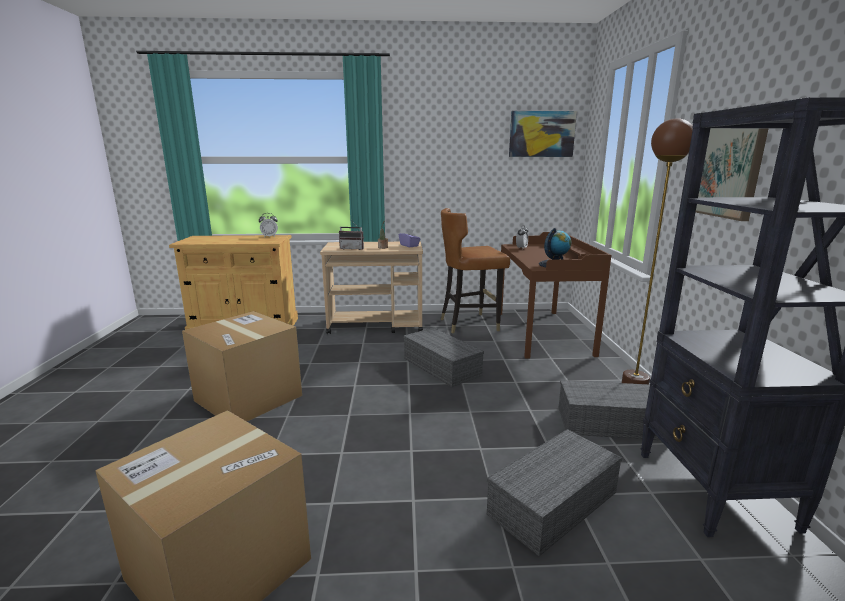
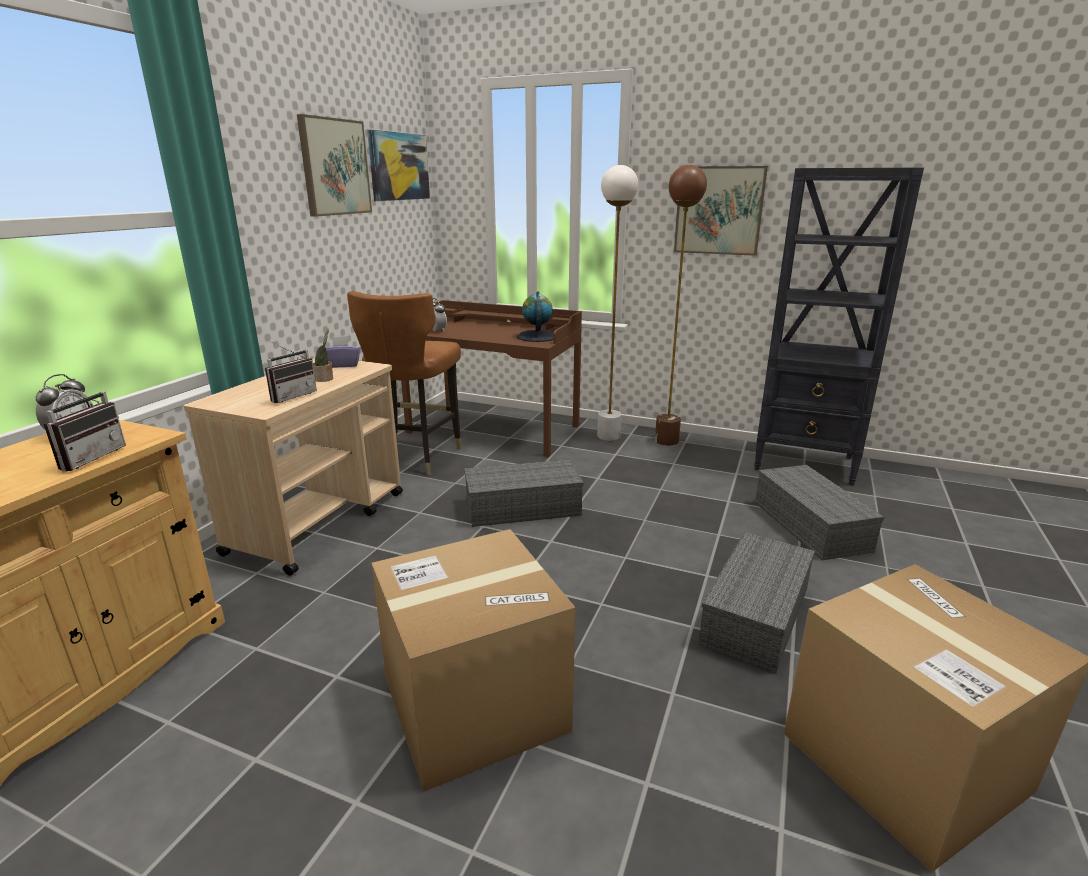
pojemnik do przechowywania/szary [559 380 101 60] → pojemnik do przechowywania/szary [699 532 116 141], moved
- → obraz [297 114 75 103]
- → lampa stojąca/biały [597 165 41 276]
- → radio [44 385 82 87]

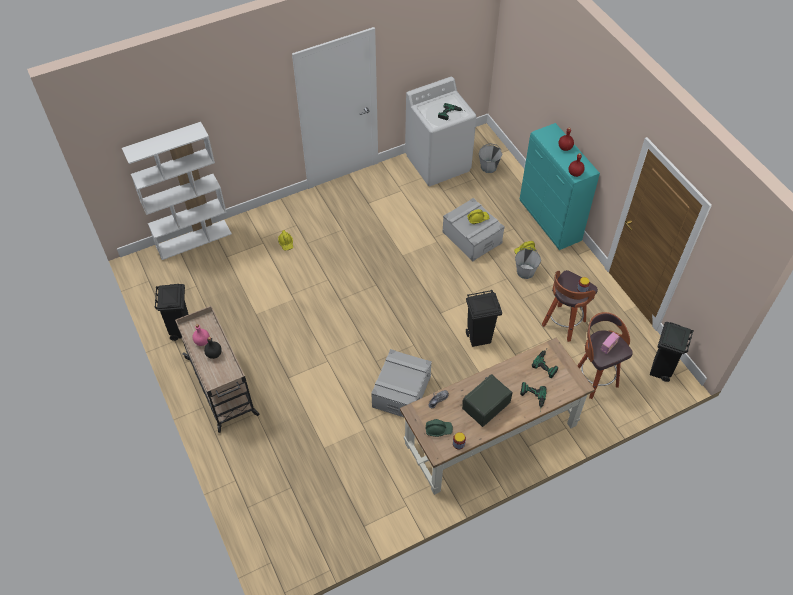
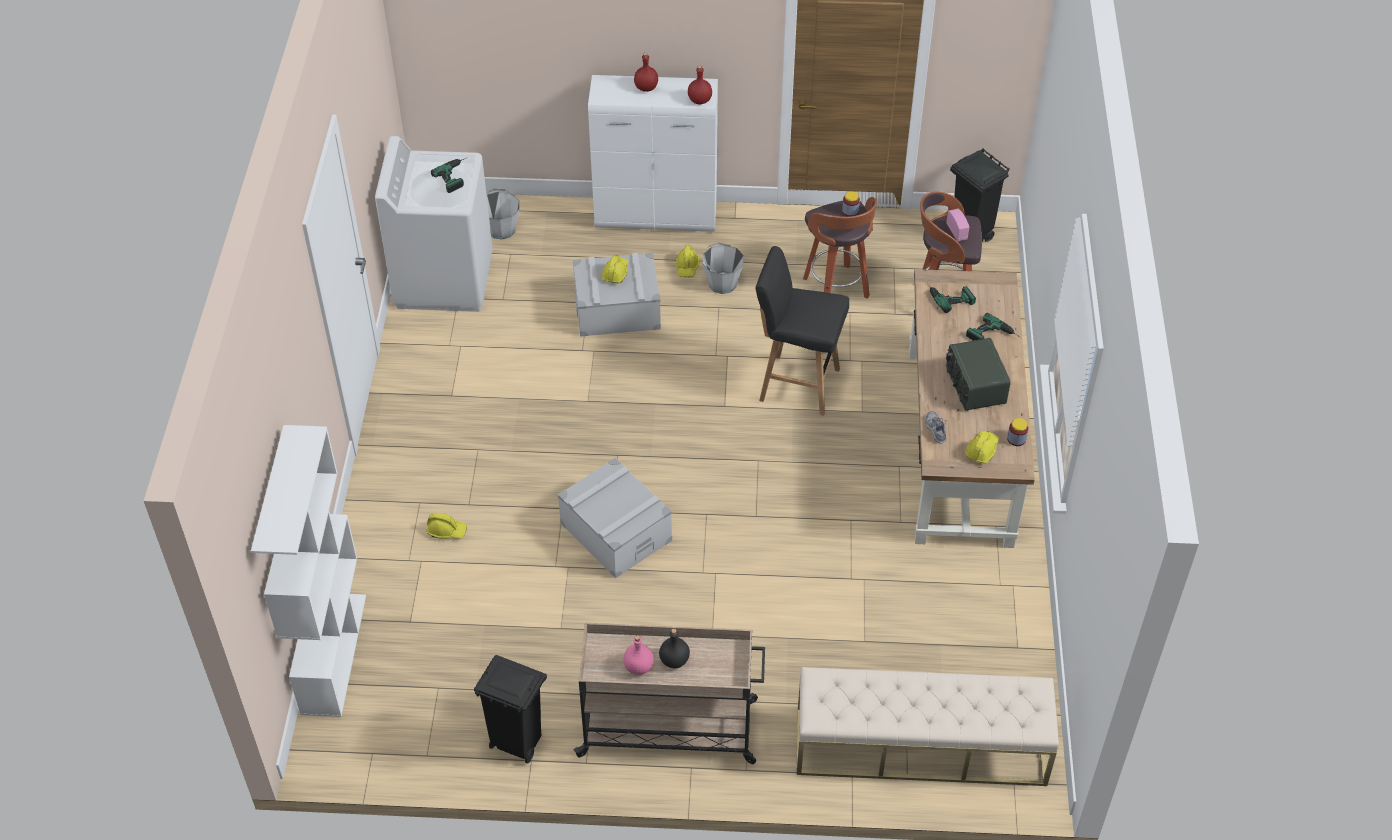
szafka/turkusowy [520 123 80 127] → szafka/biały [588 75 130 157]
kosz na śmieci/czarny [466 290 36 57] → stołek/czarny [756 246 93 170]
pojemnik do przechowywania/szary [371 349 61 68] → pojemnik do przechowywania/szary [558 458 114 120], moved
kask/zielony [426 419 27 18] → kask/żółty [966 431 33 32]
- → ławka/beżowy [797 667 262 119]

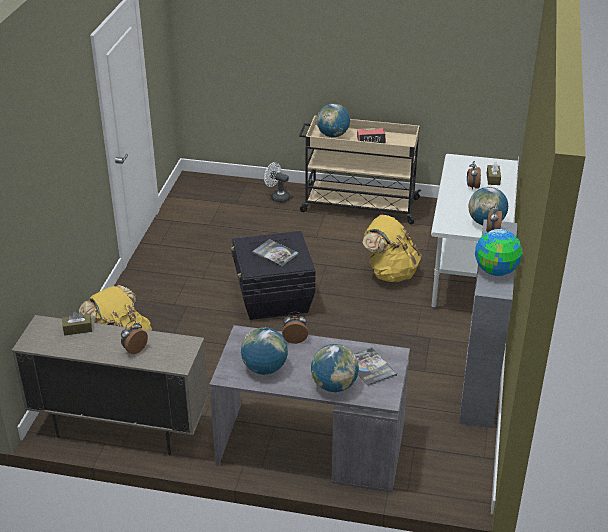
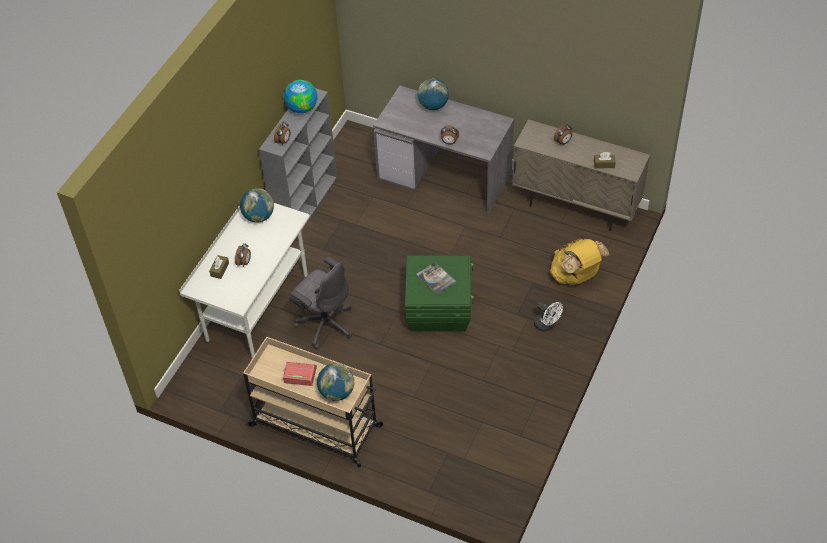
wentylator/biały [264 162 27 41] → wentylator/biały [534 301 29 31], moved
plecak/żółty [363 215 58 67] → krzesło biurowe/szary [289 257 63 92]
pojemnik do przechowywania/czarny [231 231 85 89] → pojemnik do przechowywania/zielony [405 256 69 76]
globus [241 327 47 47] → -
książka [355 347 42 39] → -

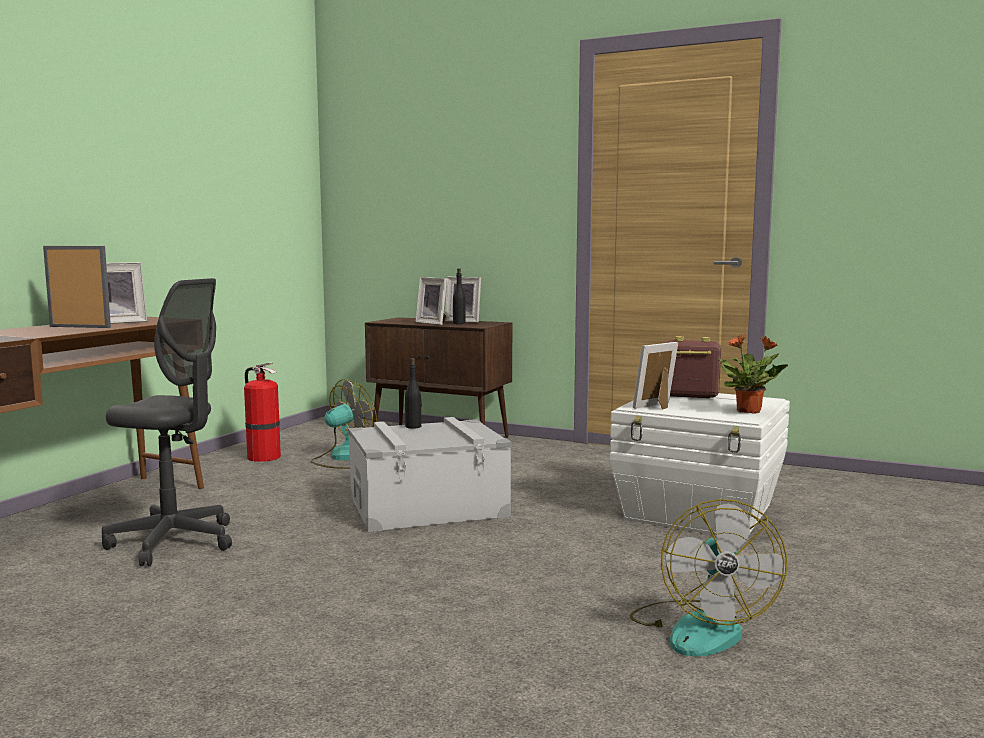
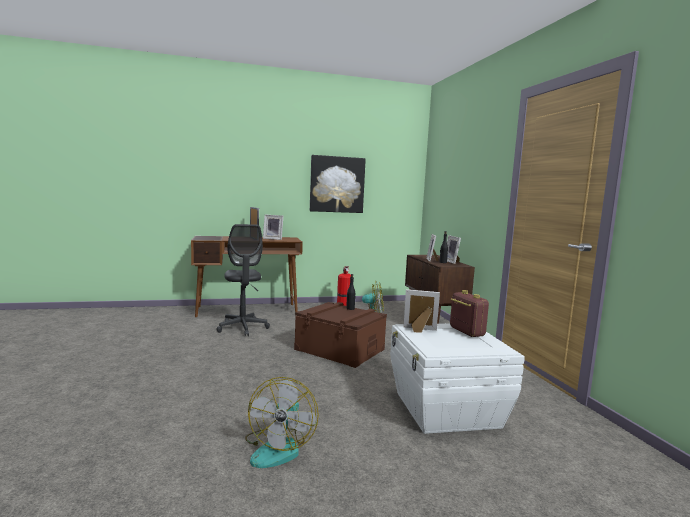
roślina doniczkowa [717 334 71 80] → -
pojemnik do przechowywania/szary [348 417 164 115] → pojemnik do przechowywania/brązowy [294 302 93 66]
wentylator [630 499 157 158] → wentylator [245 377 74 91], 45 degrees counterclockwise
- → obraz [310 155 56 58]

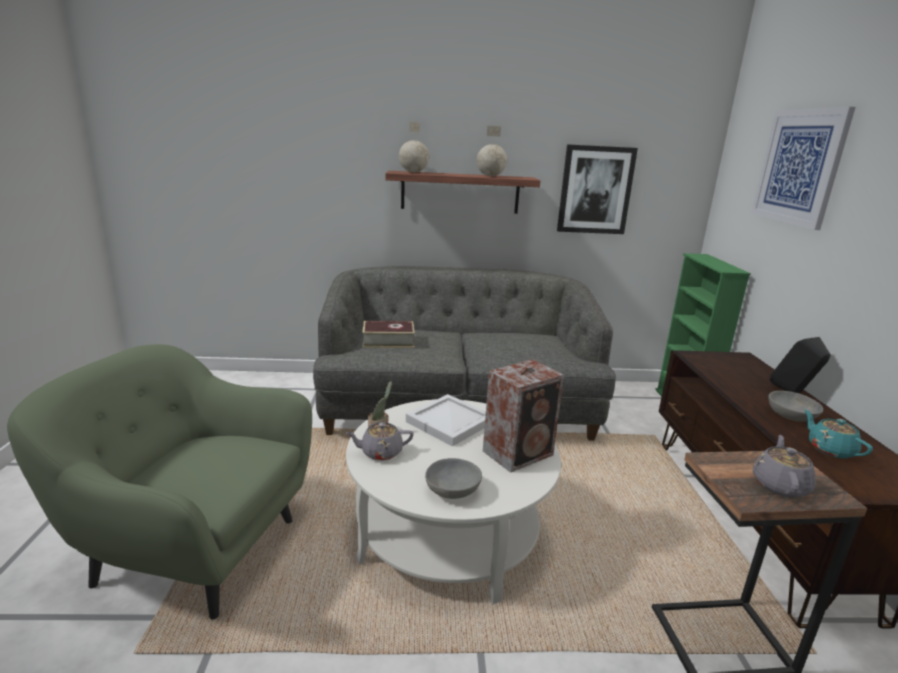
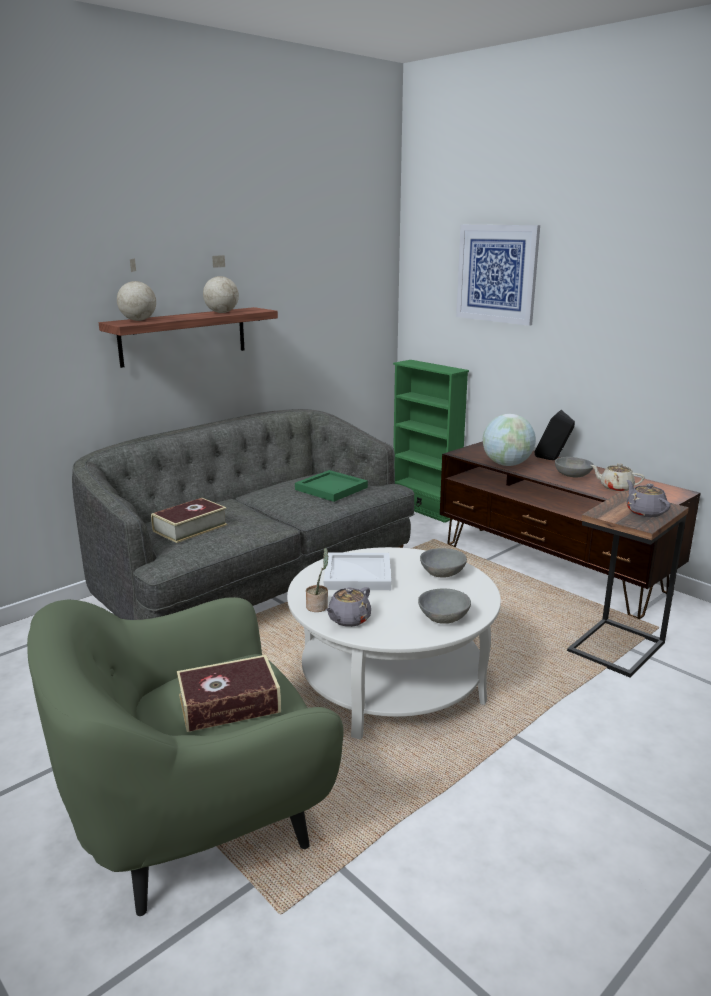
obraz [557 144 81 90] → -
głośnik [483 359 81 114] → miska/szary [420 548 47 30]
imbryk/turkusowy [804 409 69 50] → imbryk/beżowy [591 463 54 29]
- → globus [483 414 53 52]
- → taca/zielony [295 470 73 32]
- → książka [177 655 104 77]

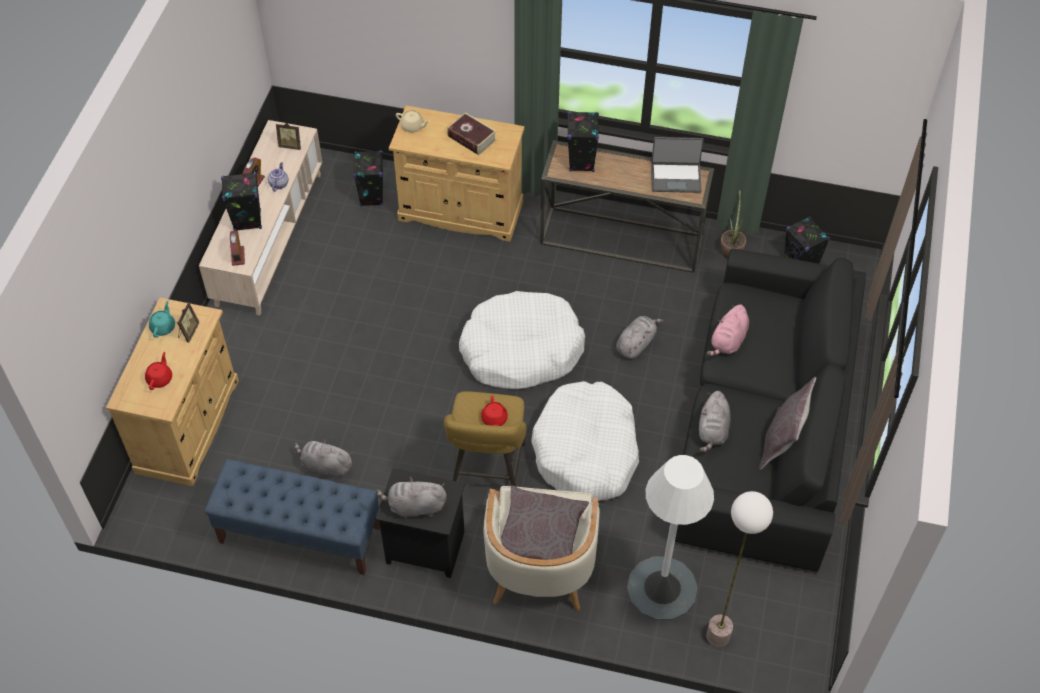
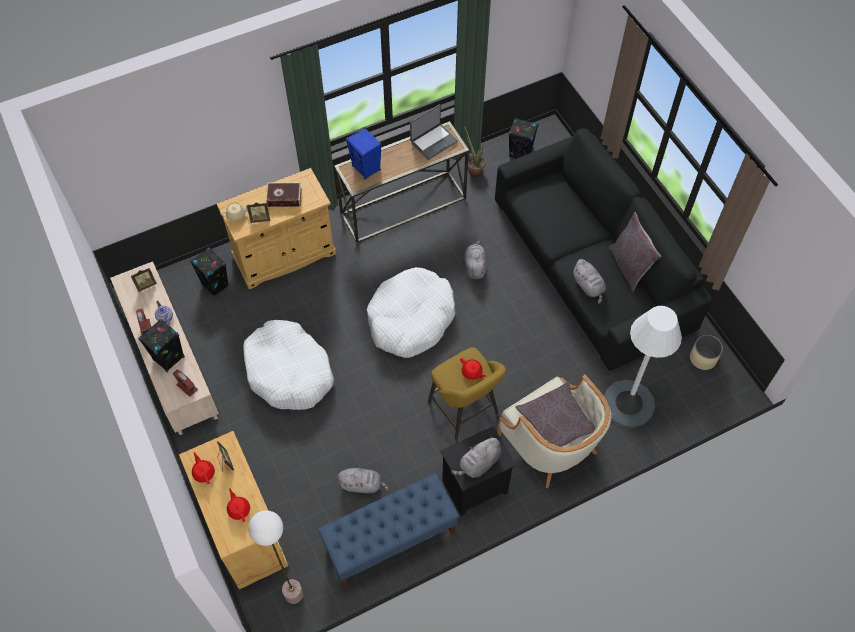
głośnik/czarny [567 111 32 61] → głośnik/niebieski [346 127 36 53]
imbryk/turkusowy [149 301 26 37] → imbryk/czerwony [192 452 23 32]
pluszak/różowy [707 305 42 51] → -
legowisko/biały [531 381 108 120] → legowisko/biały [243 320 91 90], moved
pluszak/szary [294 439 59 40] → pluszak/szary [338 468 51 25], 150 degrees counterclockwise
lampa stojąca [706 491 67 156] → lampa stojąca [248 510 55 94], moved
- → ramka na zdjęcie [247 202 23 21]
- → donica/beżowy [690 335 33 35]

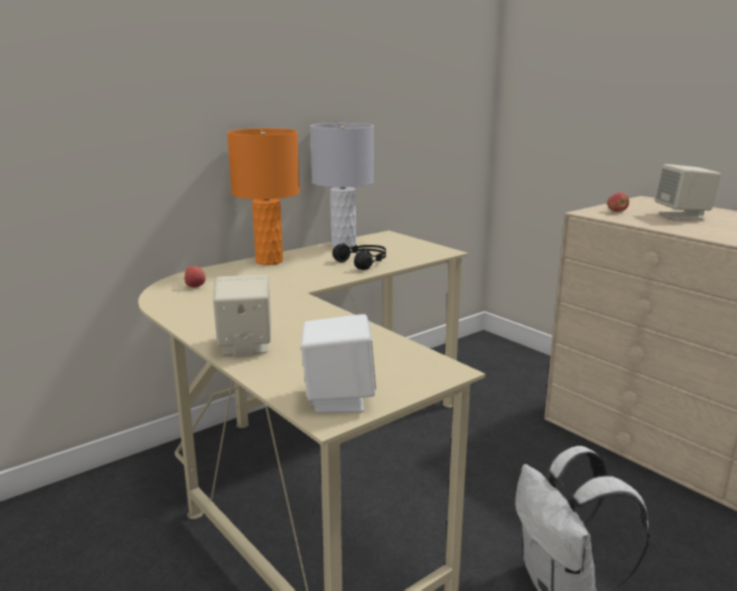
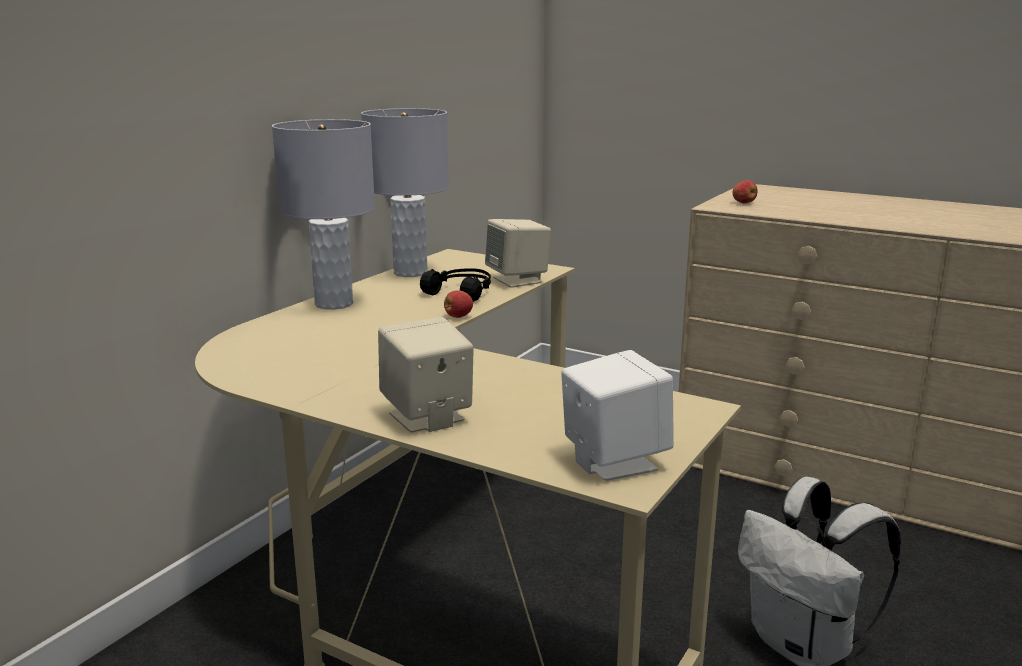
lampa stołowa/pomarańczowy [227 128 73 137] → lampa stołowa/szary [272 119 103 191]
głośnik/beżowy [655 164 66 56] → głośnik/beżowy [485 219 66 69], moved
jabłko [183 266 23 21] → jabłko [444 290 29 28], moved

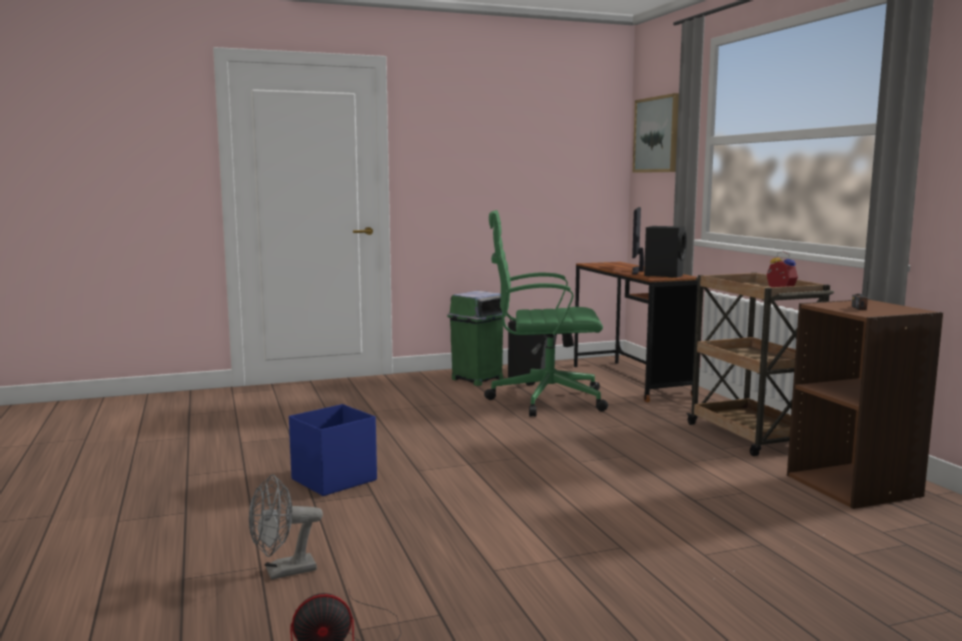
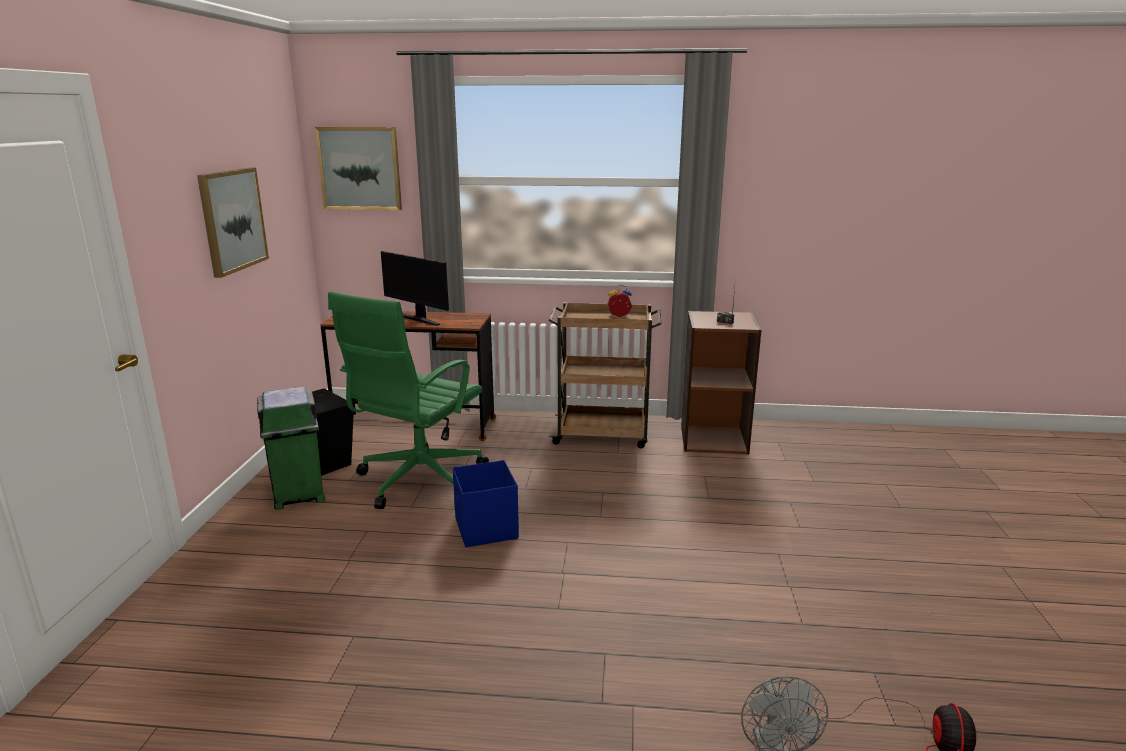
głośnik/czarny [644 226 43 52] → -
pojemnik do przechowywania/niebieski [289 404 88 92] → pojemnik do przechowywania/niebieski [453 460 66 87], moved
- → obraz [197 168 72 110]

